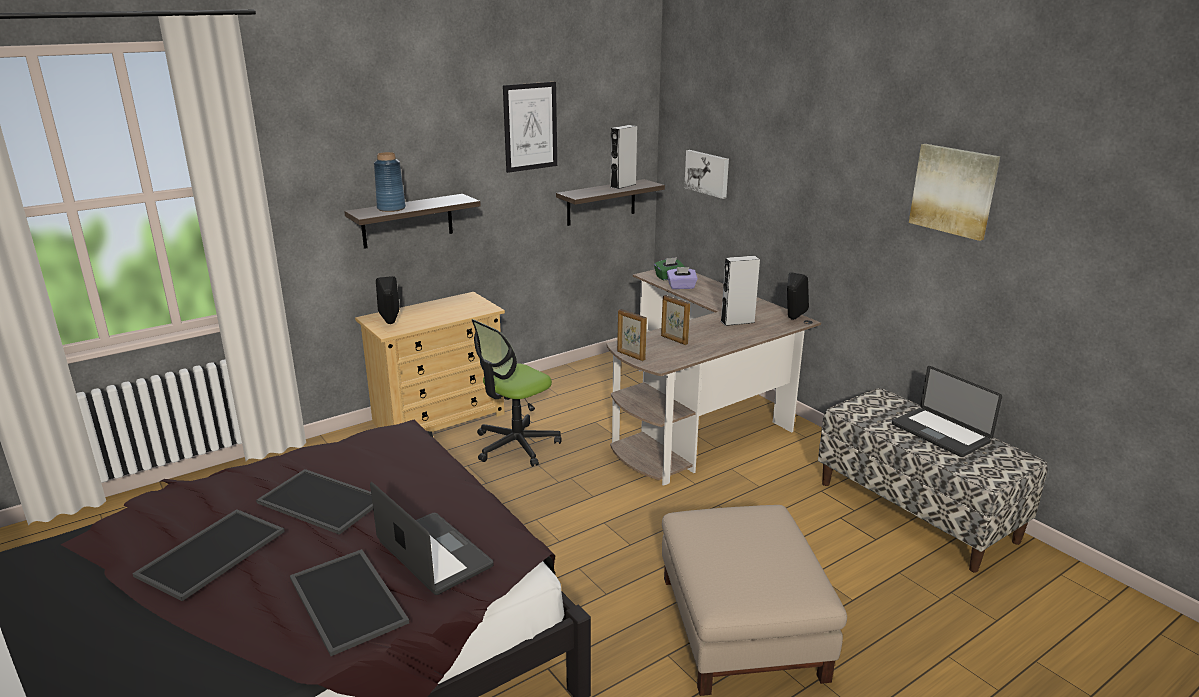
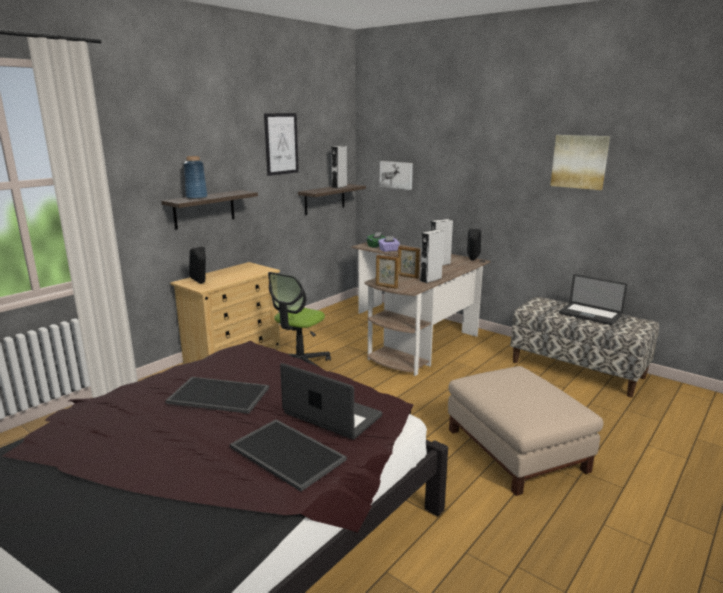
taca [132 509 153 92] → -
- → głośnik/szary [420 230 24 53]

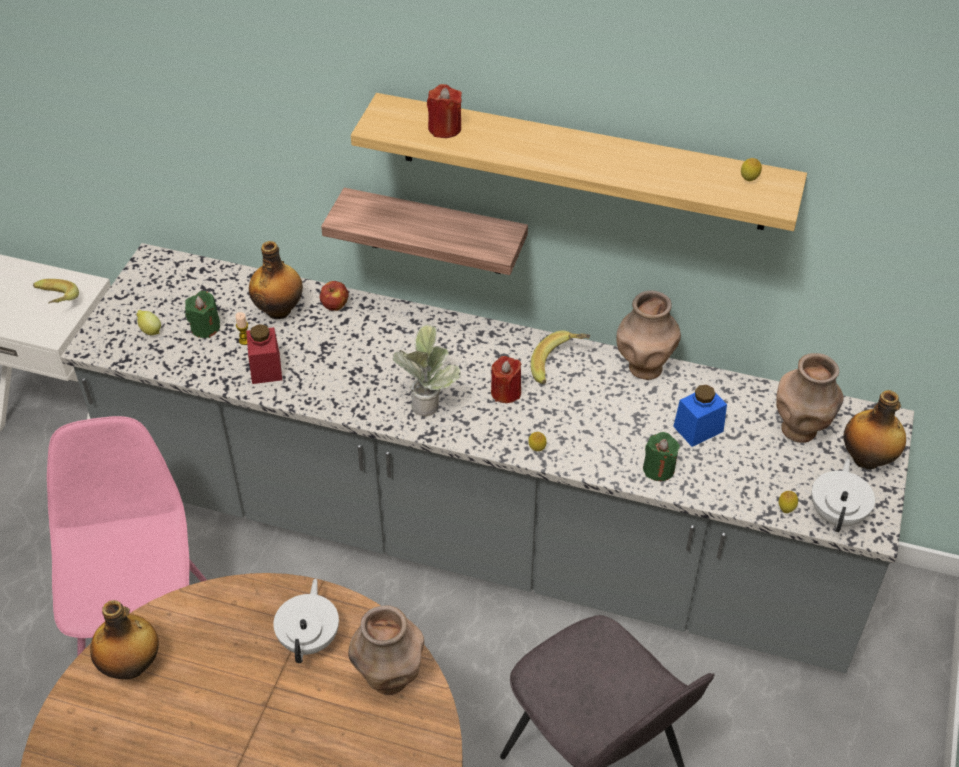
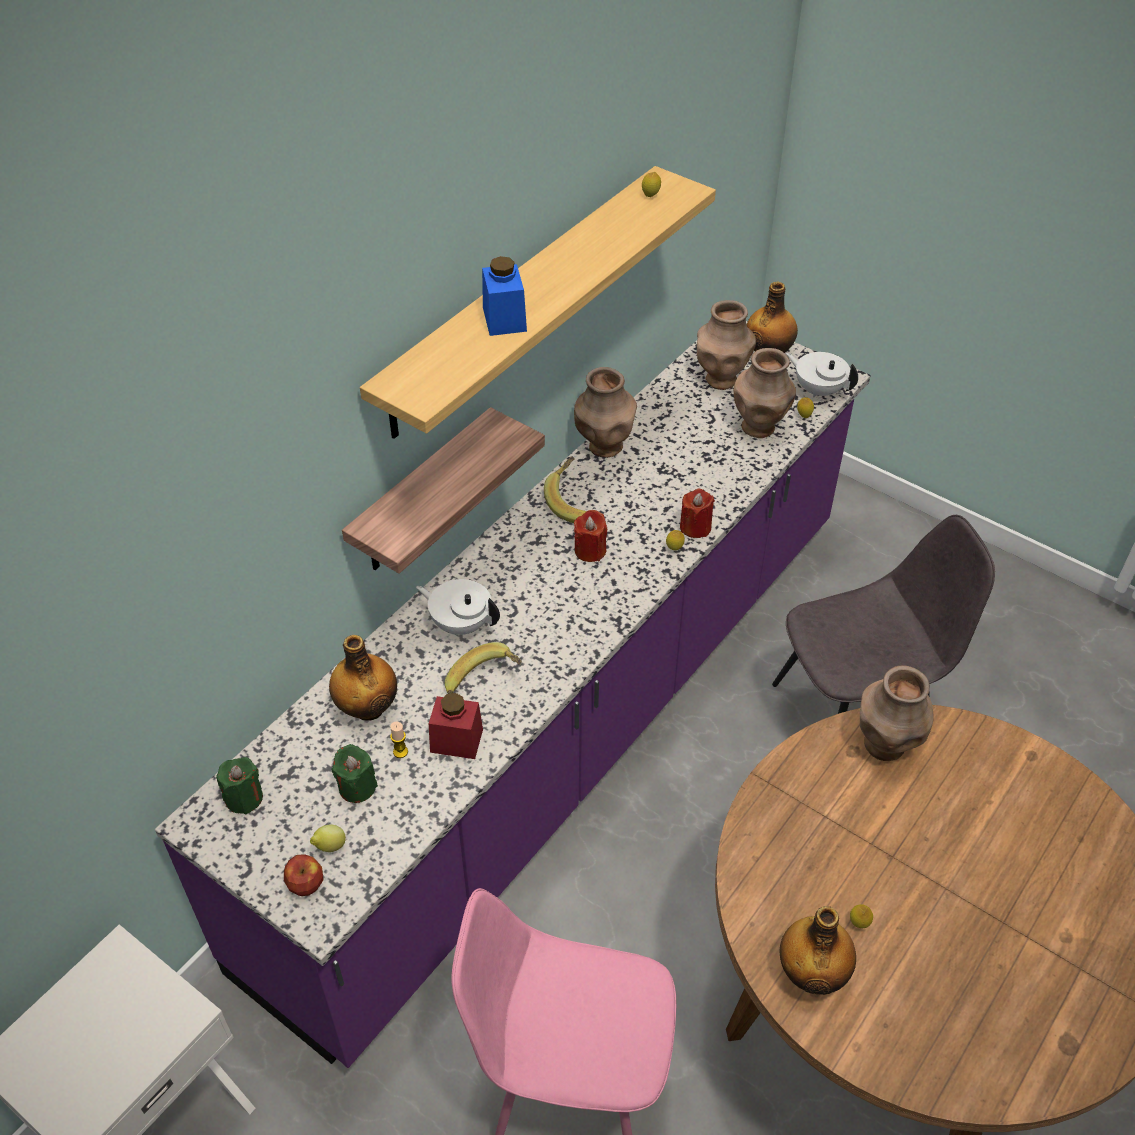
świeca/czerwony [427 84 35 54] → świeca/czerwony [680 488 35 50], moved
zabudowa kuchenna/szary [61 243 853 430] → zabudowa kuchenna/fioletowy [155 321 716 747]
banan [33 279 46 25] → banan [445 642 77 52], moved
jabłko [320 281 29 30] → jabłko [284 854 40 42], moved
roślina doniczkowa [392 324 69 92] → -
słoik/niebieski [673 385 54 62] → słoik/niebieski [482 256 45 80], moved
świeca/zielony [643 432 37 49] → świeca/zielony [216 757 47 57], moved
imbryk/biały [273 579 66 84] → imbryk/biały [416 579 84 56], moved
- → wazon/brązowy [734 348 62 90]
- → cytryna [850 904 23 24]

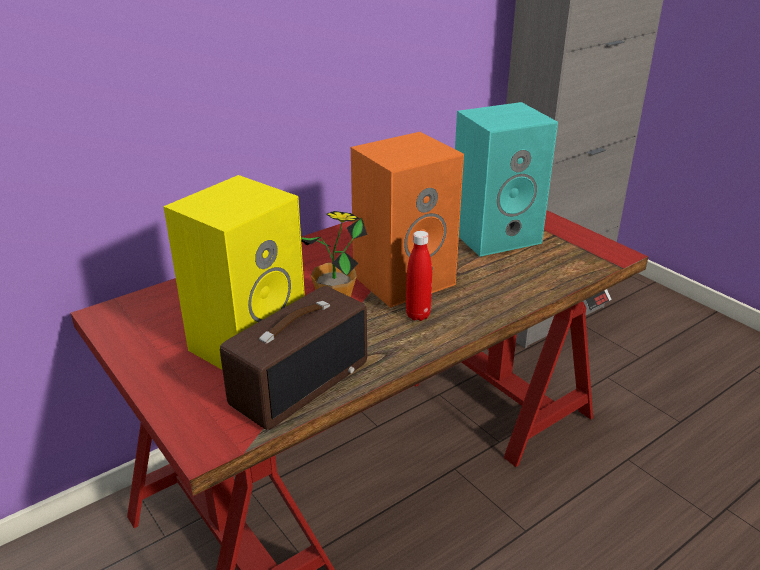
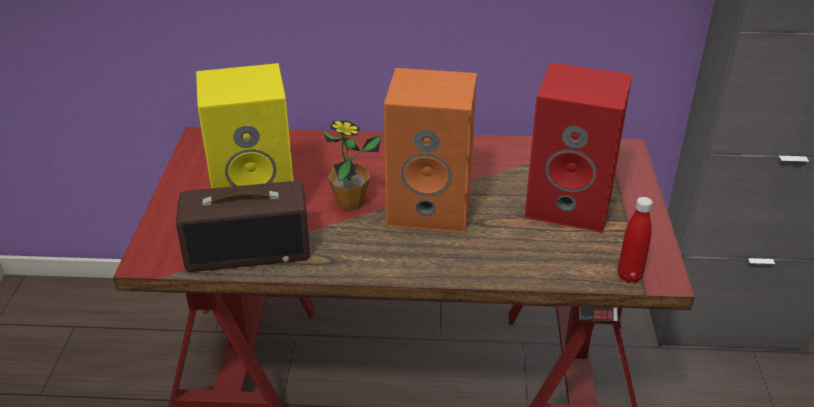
głośnik/turkusowy [455 102 103 155] → głośnik/czerwony [524 62 108 171]
butelka/czerwony [406 231 26 90] → butelka/czerwony [618 197 35 86], moved

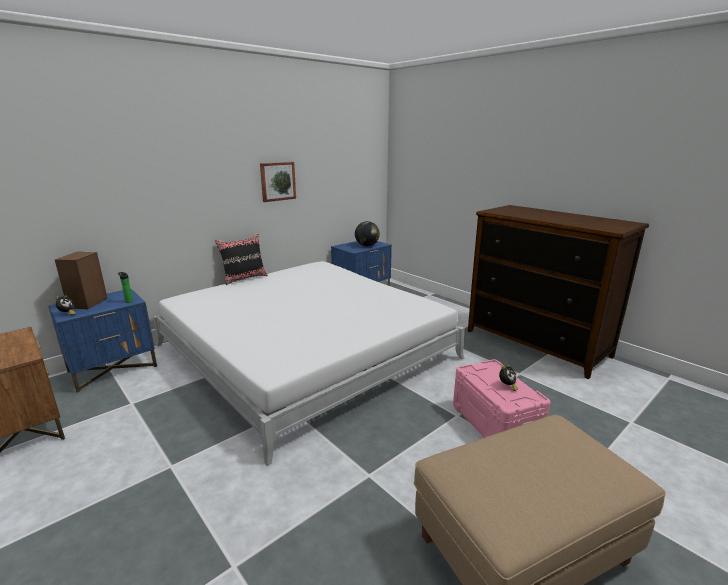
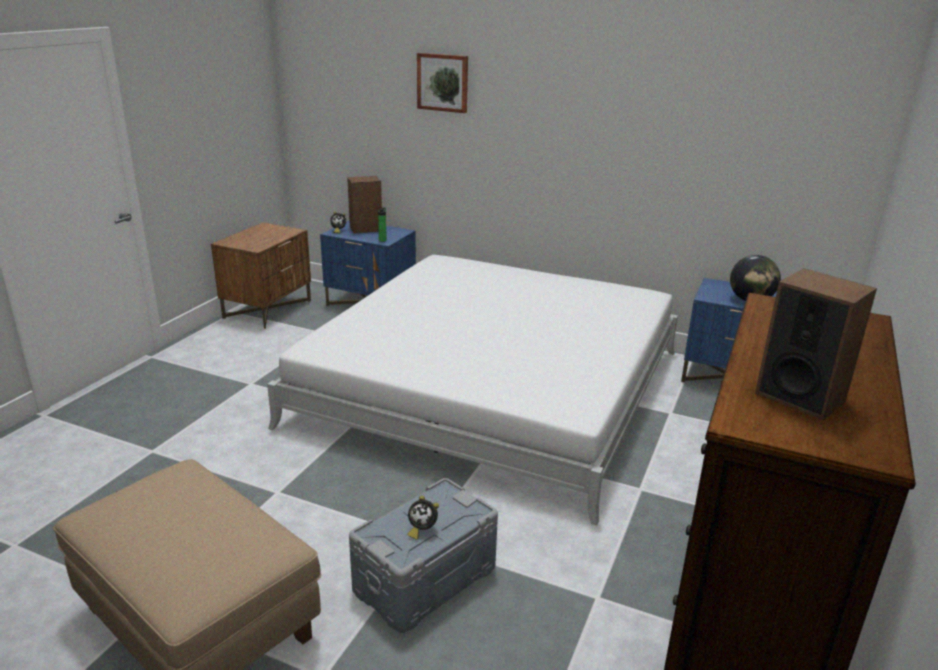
obraz [260 162 36 40] → obraz [417 53 51 60], moved
poduszka/czarny [215 234 53 51] → -
pojemnik do przechowywania/różowy [453 359 98 79] → pojemnik do przechowywania/szary [349 478 149 155]
- → głośnik [755 268 122 152]

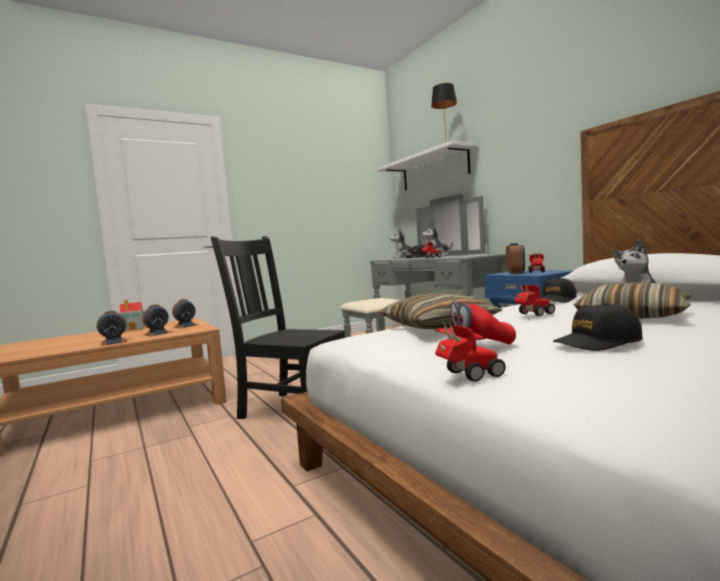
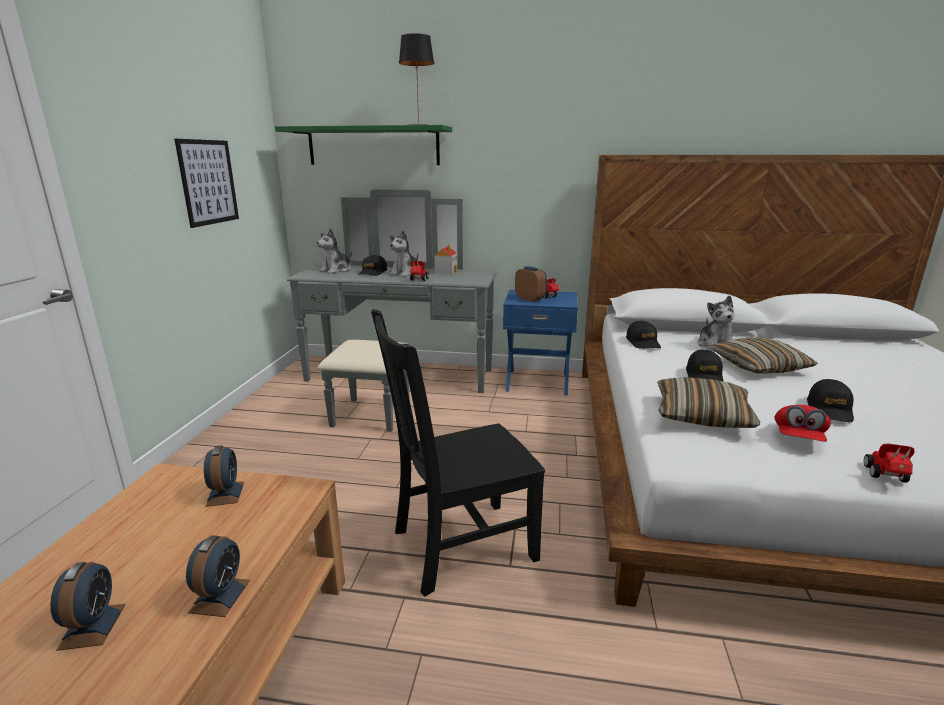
półka/biały [376 141 101 50] → półka/zielony [275 125 177 40]
samochodzik [515 283 40 33] → czapka z daszkiem/czarny [686 349 38 33]
domek [120 300 25 31] → domek [434 244 23 31], moved
budzik [143 305 28 31] → budzik [50 562 76 89], moved
- → obraz [175 139 64 89]

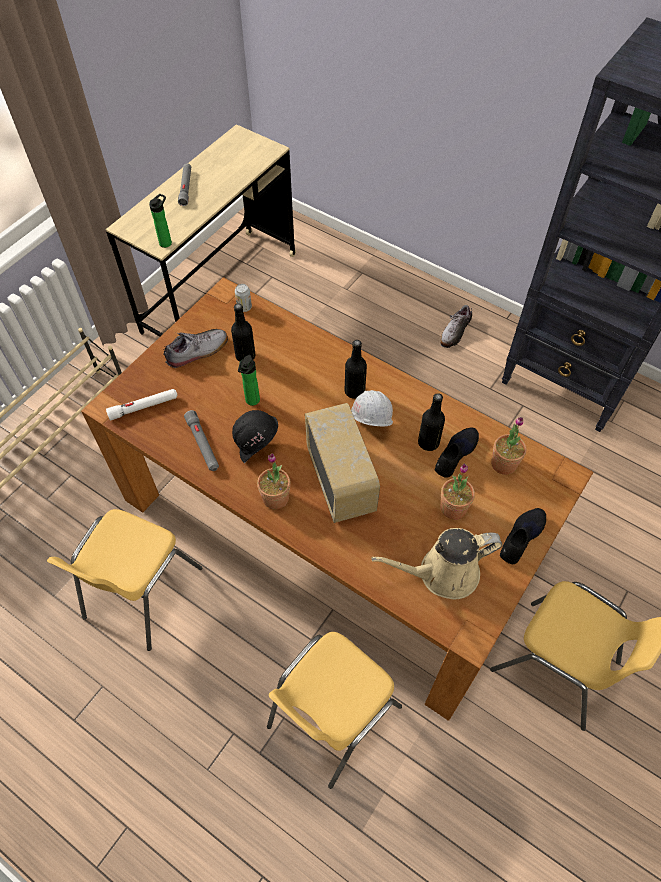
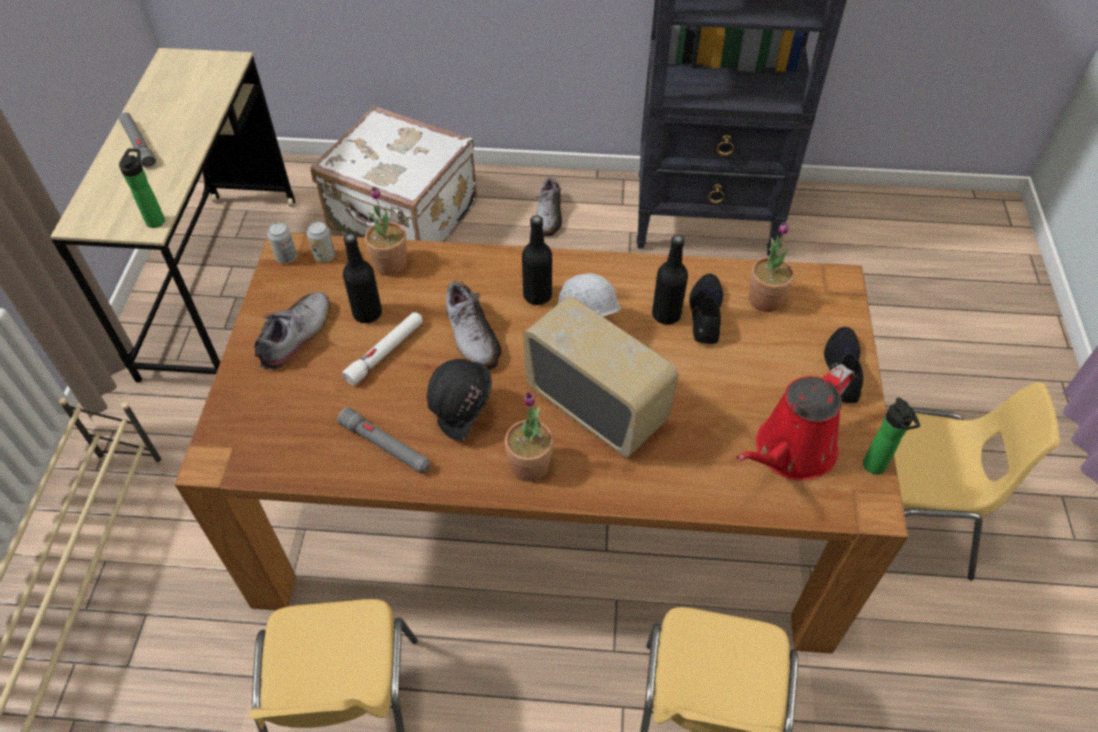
butelka [238 355 22 51] → butelka [863 398 57 77], moved
latarka/biały [106 389 72 31] → latarka/biały [342 312 80 73], moved
roślina doniczkowa [440 464 35 55] → roślina doniczkowa [365 187 42 89], moved
konewka/beżowy [371 528 132 71] → konewka/czerwony [736 364 118 116]
- → walizka/biały [311 105 166 137]
- → puszka [267 222 30 42]
- → but [446 280 56 90]

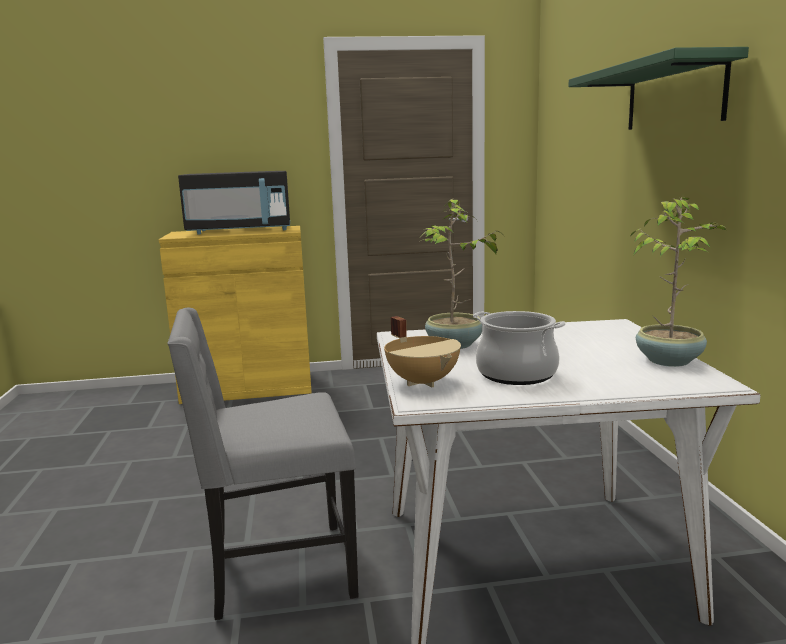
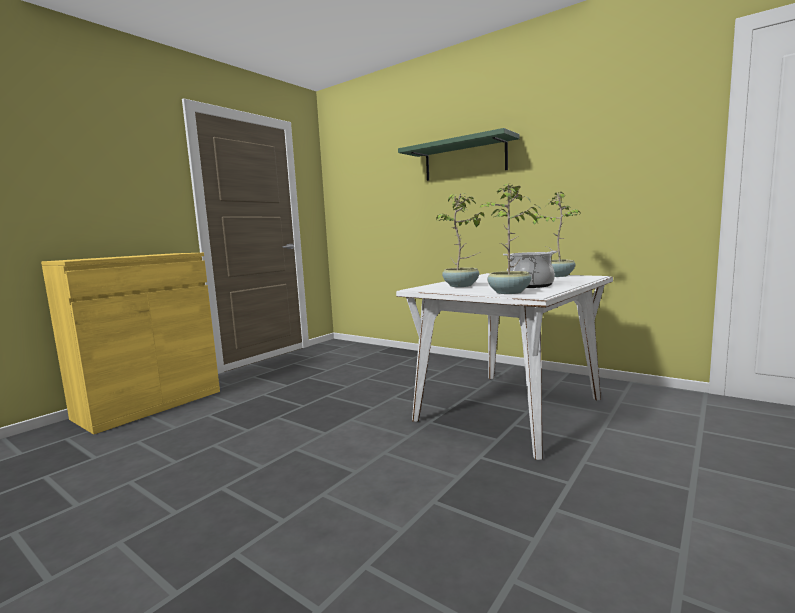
mikrofalówka/czarny [178 171 112 64] → -
krzesło/szary [167 308 191 312] → -
garnek/beżowy [384 316 77 72] → roślina doniczkowa [479 184 62 110]

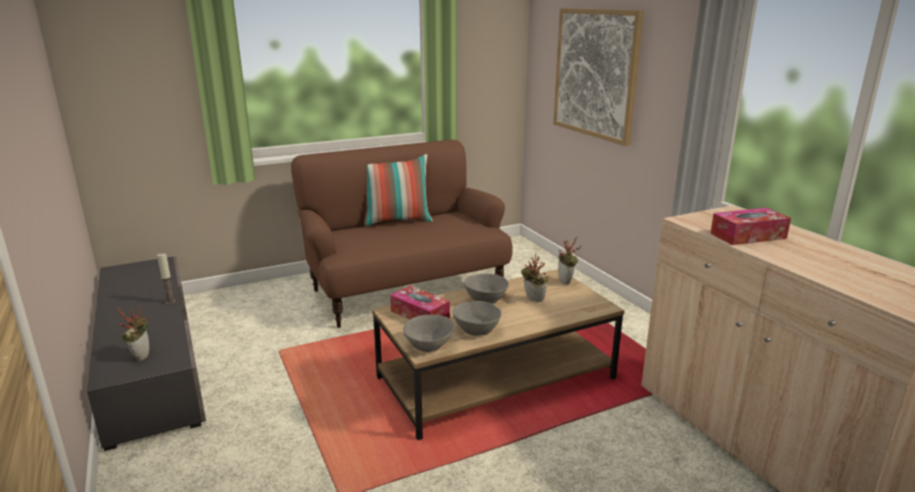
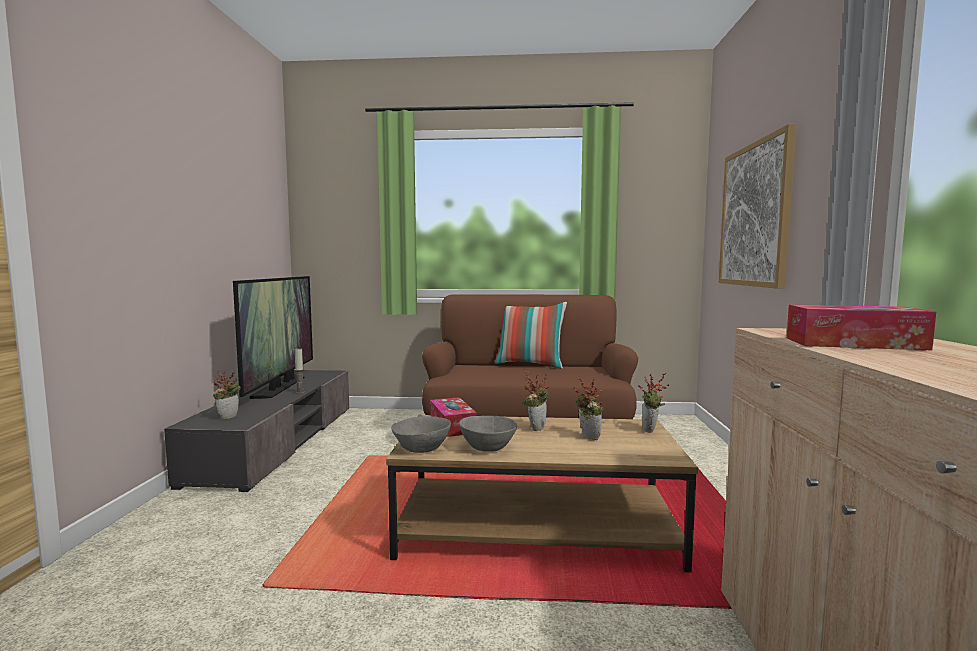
miska/szary [464 274 45 30] → roślina doniczkowa [522 370 28 61]
- → telewizor [233 276 80 123]

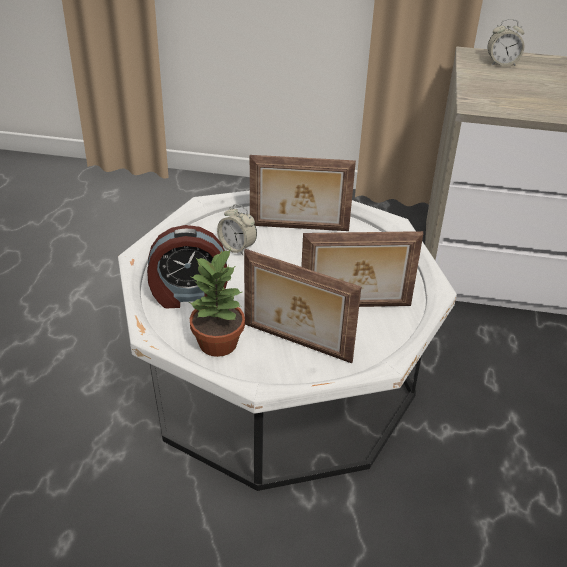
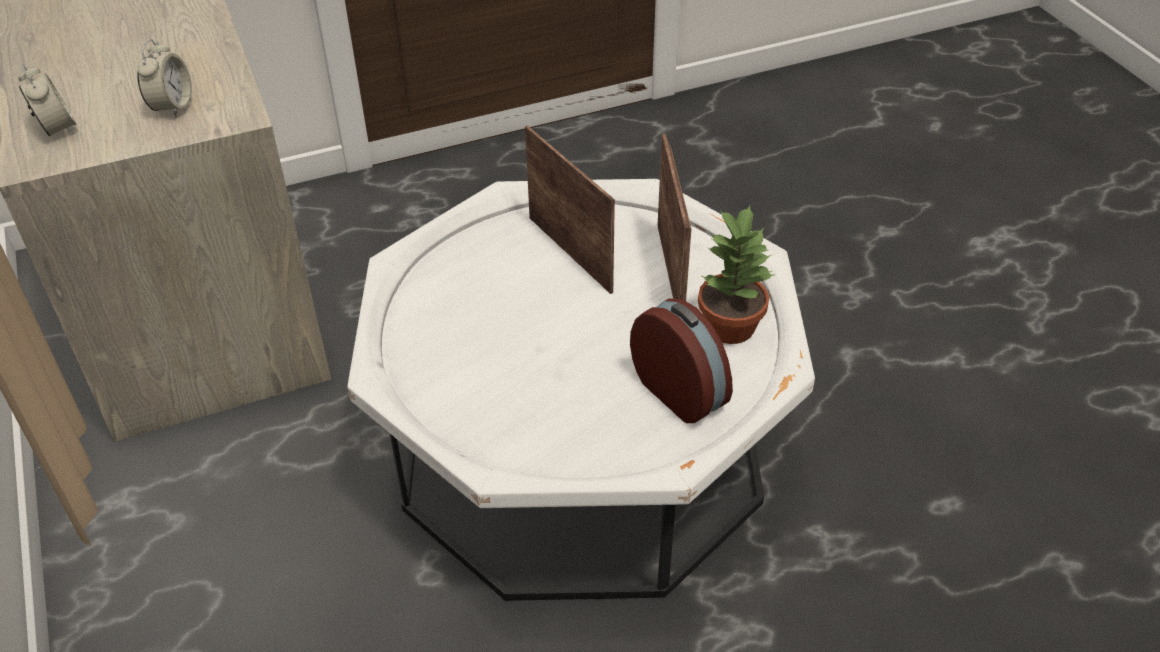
ramka na zdjęcie [250 155 106 76] → -
budzik [217 204 40 51] → budzik [137 39 55 79], moved

